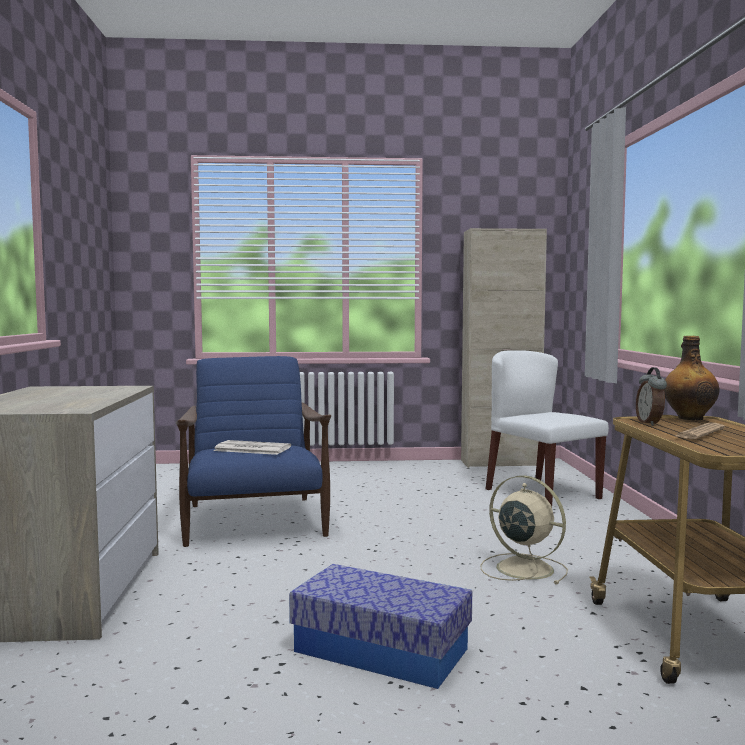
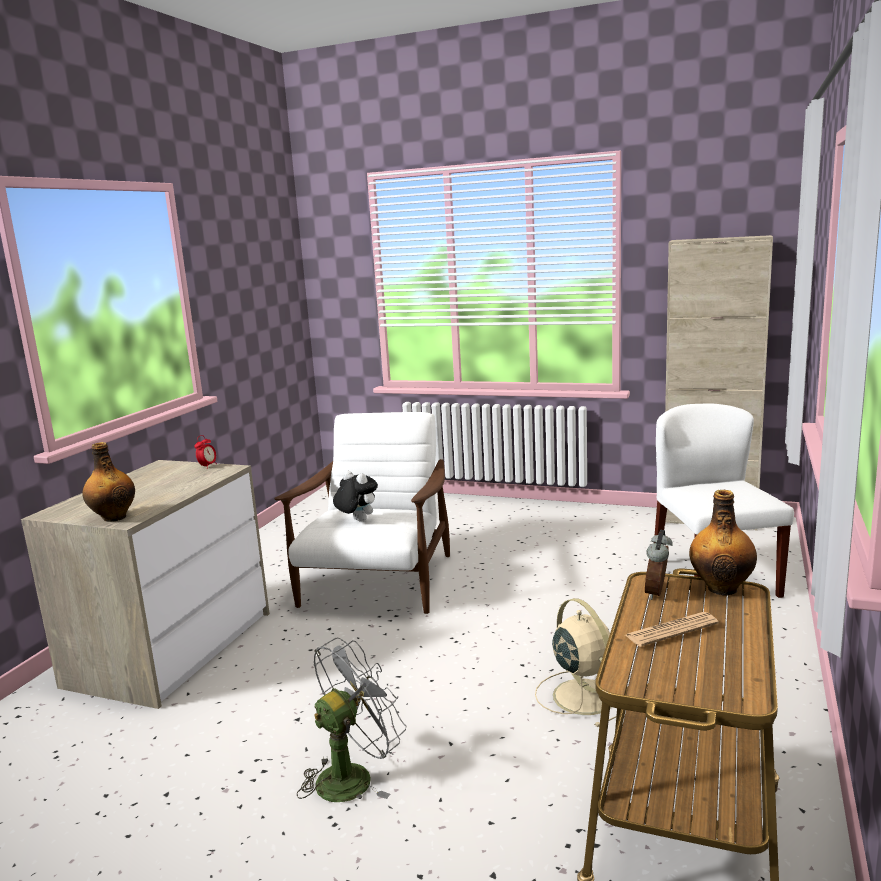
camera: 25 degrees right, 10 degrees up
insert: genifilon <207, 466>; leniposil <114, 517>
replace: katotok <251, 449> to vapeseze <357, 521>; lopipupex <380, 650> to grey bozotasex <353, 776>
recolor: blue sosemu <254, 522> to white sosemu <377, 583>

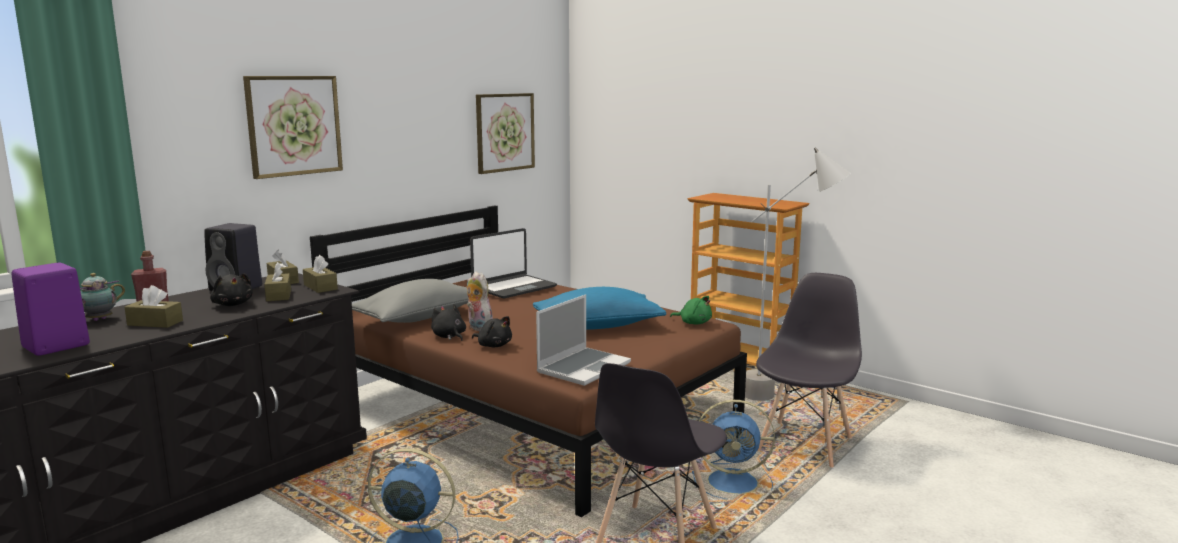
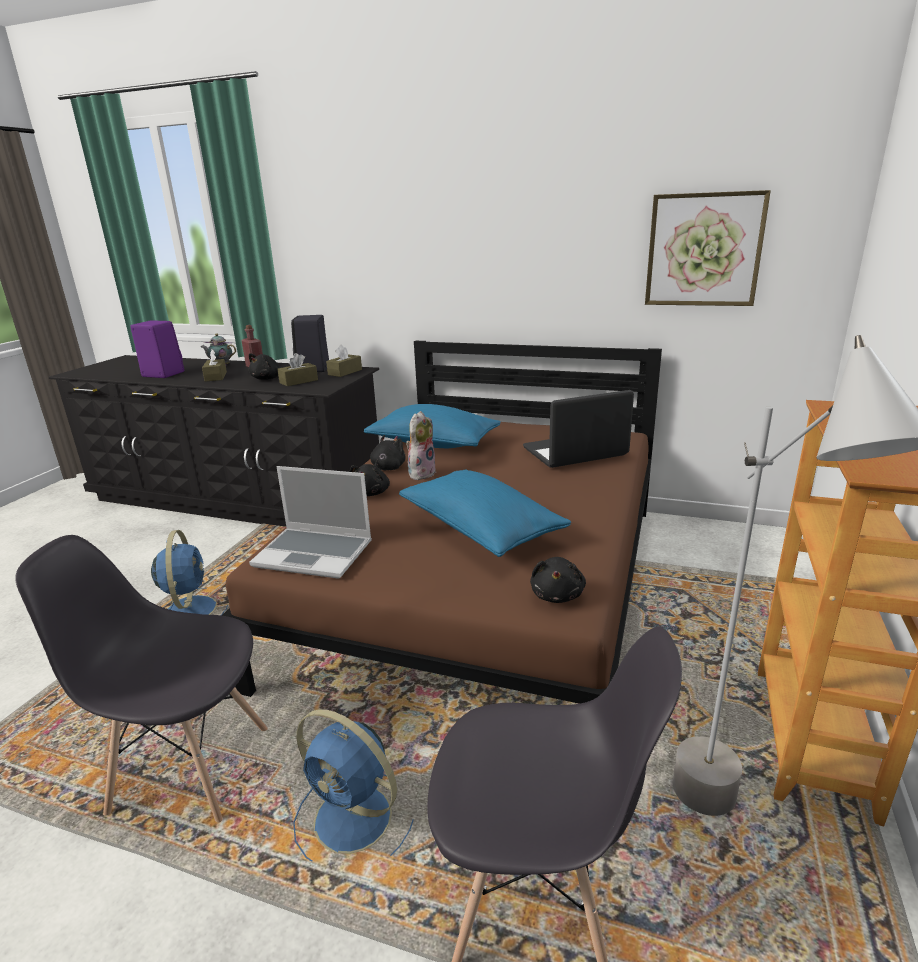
camera: 70 degrees right, 10 degrees up
delete: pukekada <294, 125>; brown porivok <320, 287>
recolor: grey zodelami <418, 318> to blue zodelami <433, 444>; green vapeseze <693, 323> to black vapeseze <557, 595>
rotate: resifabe <513, 288> = <575, 452> 135 degrees clockwise; blue bozotasex <735, 482> = <356, 820> 45 degrees counterclockwise

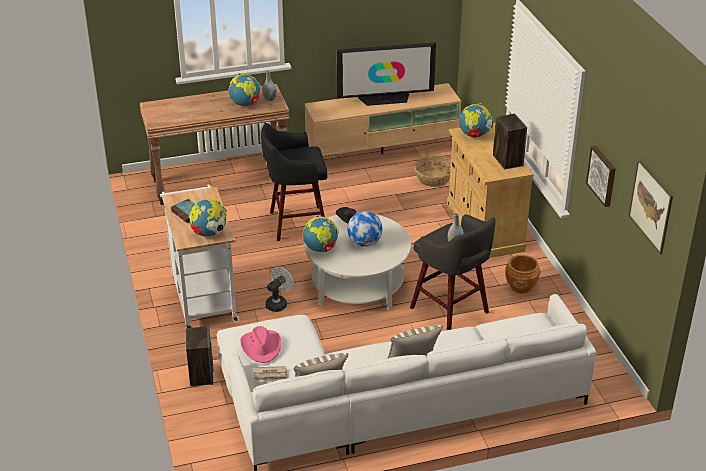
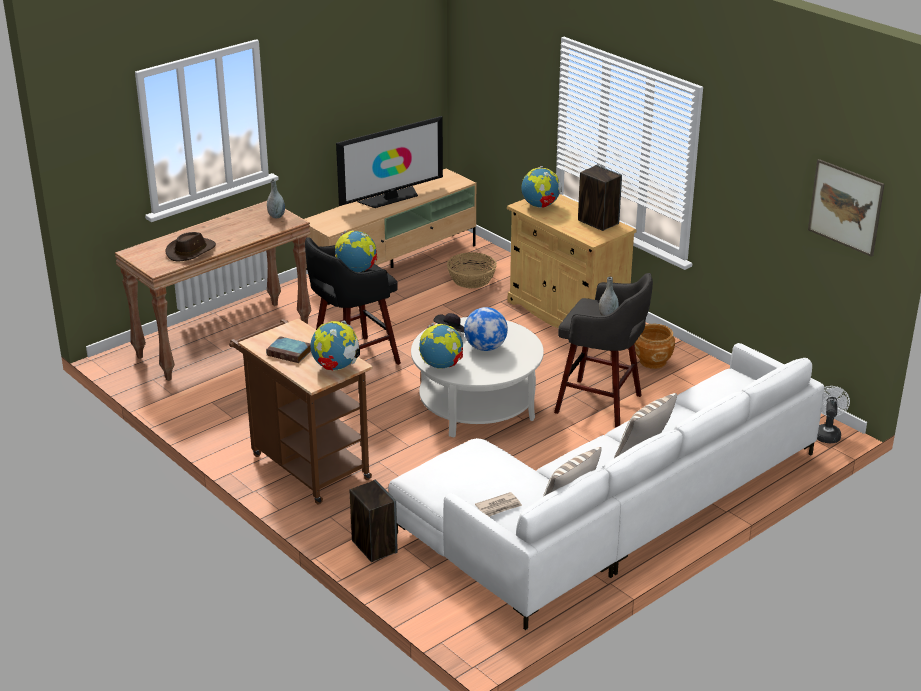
camera: 25 degrees left, 5 degrees down
delete: pukekada <602, 175>; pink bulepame <261, 347>
insert: brown bulepame <191, 251>
move: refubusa <245, 104> to <357, 270>; white bozotasex <278, 303> to <827, 433>
recolor: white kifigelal <203, 296> to brown kifigelal <305, 464>

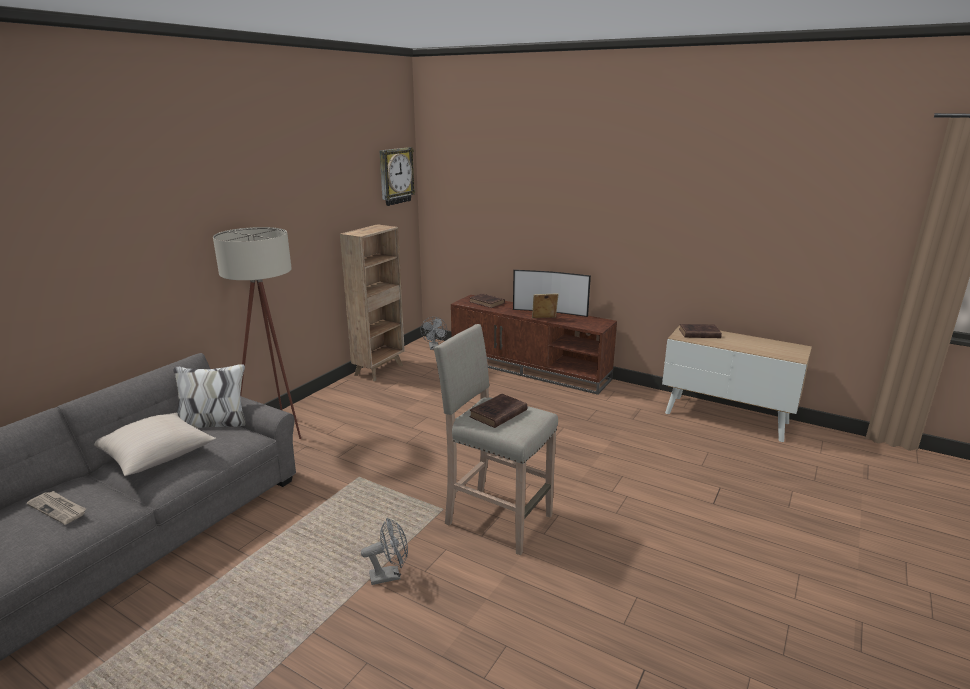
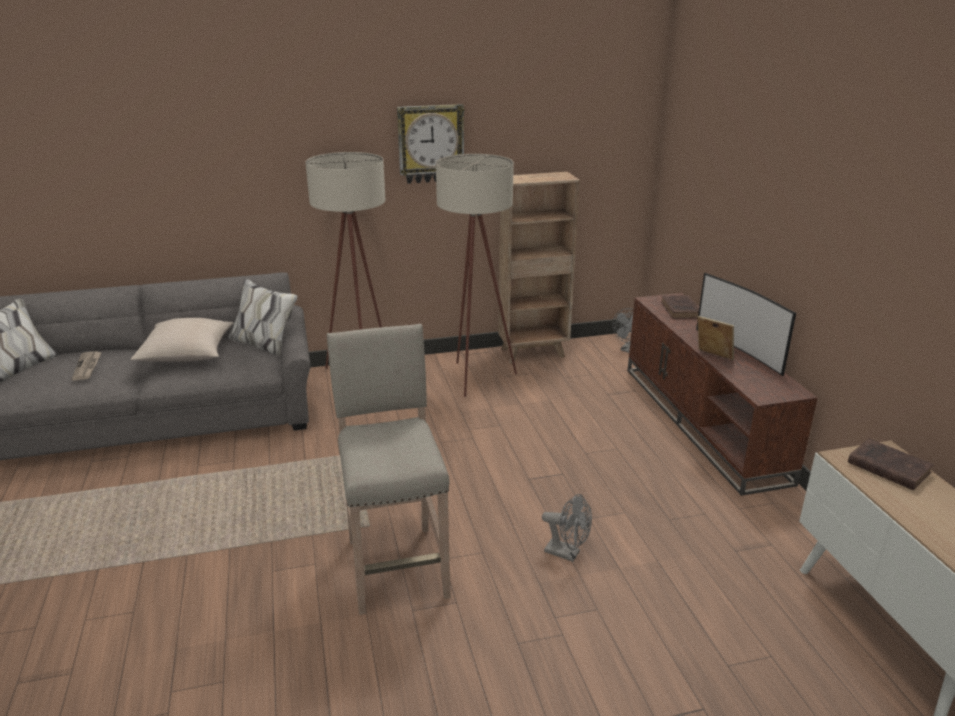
camera: 45 degrees right, 5 degrees up
delete: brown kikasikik <497, 414>
insert: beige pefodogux <475, 381>
move: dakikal <395, 176> to <430, 143>; grey bozotasex <390, 575> to <567, 553>

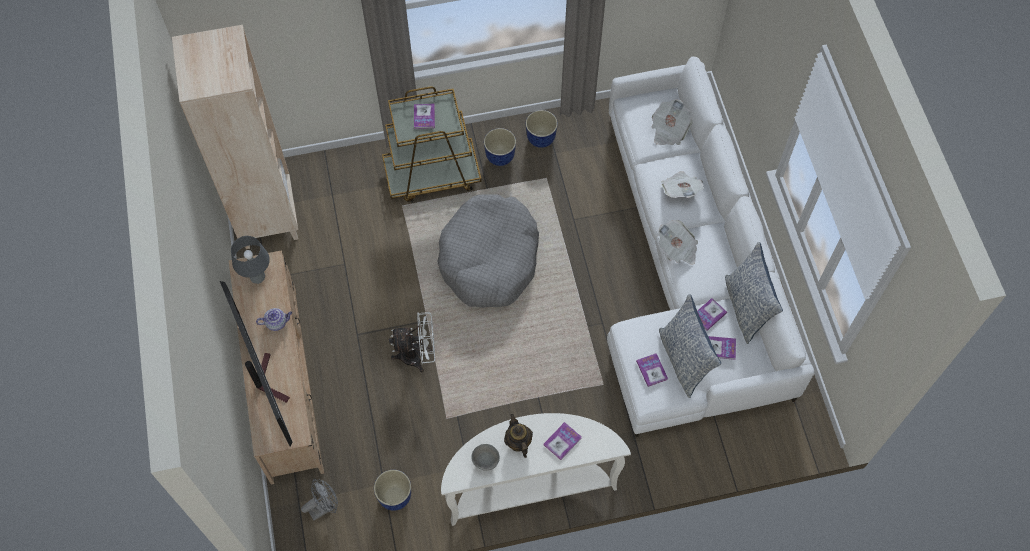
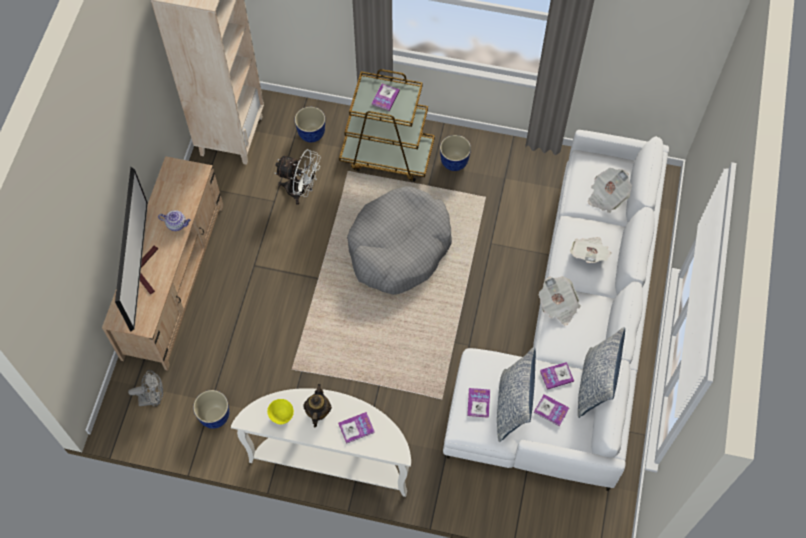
camera: 25 degrees right, 0 degrees up
delete: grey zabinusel <257, 278>
move: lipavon <541, 138> to <312, 134>; white bozotasex <418, 356> to <300, 191>
recolor: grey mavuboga <486, 461> to yellow mavuboga <282, 416>

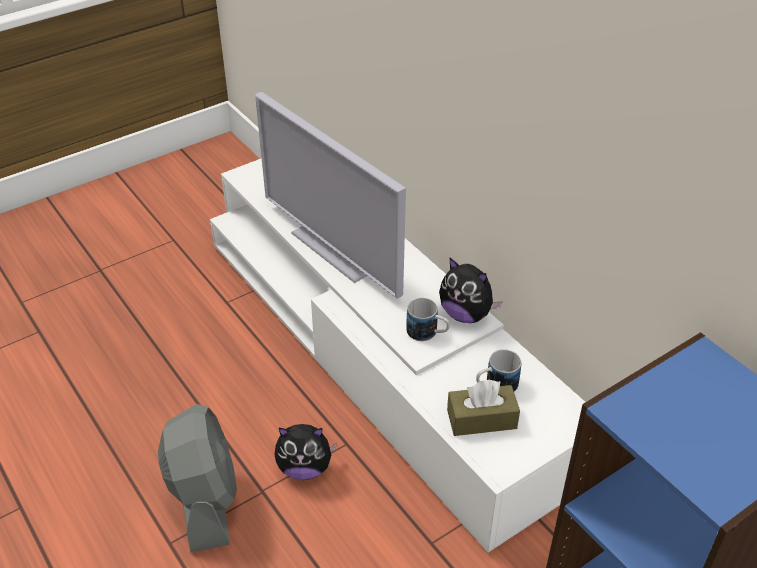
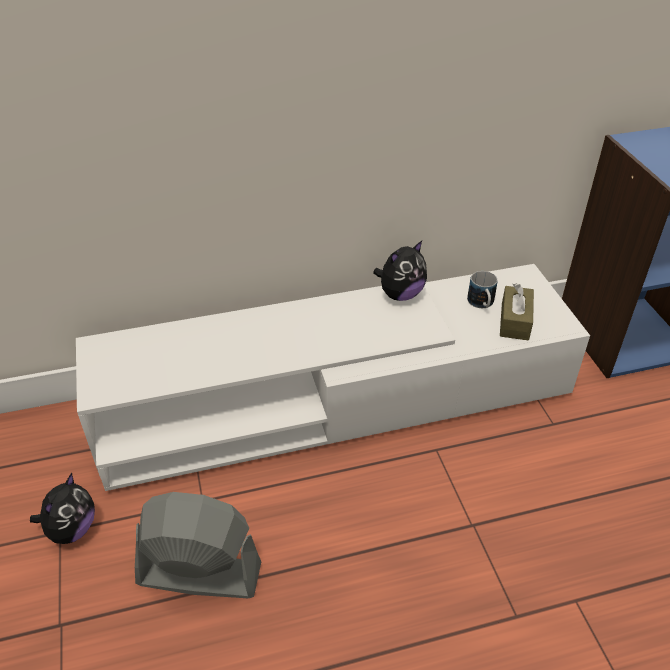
camera: 70 degrees left, 0 degrees up
delete: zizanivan <336, 249>; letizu <428, 333>
move: grey bozotasex <205, 500> to <199, 573>; vapeseze <304, 468> to <71, 529>

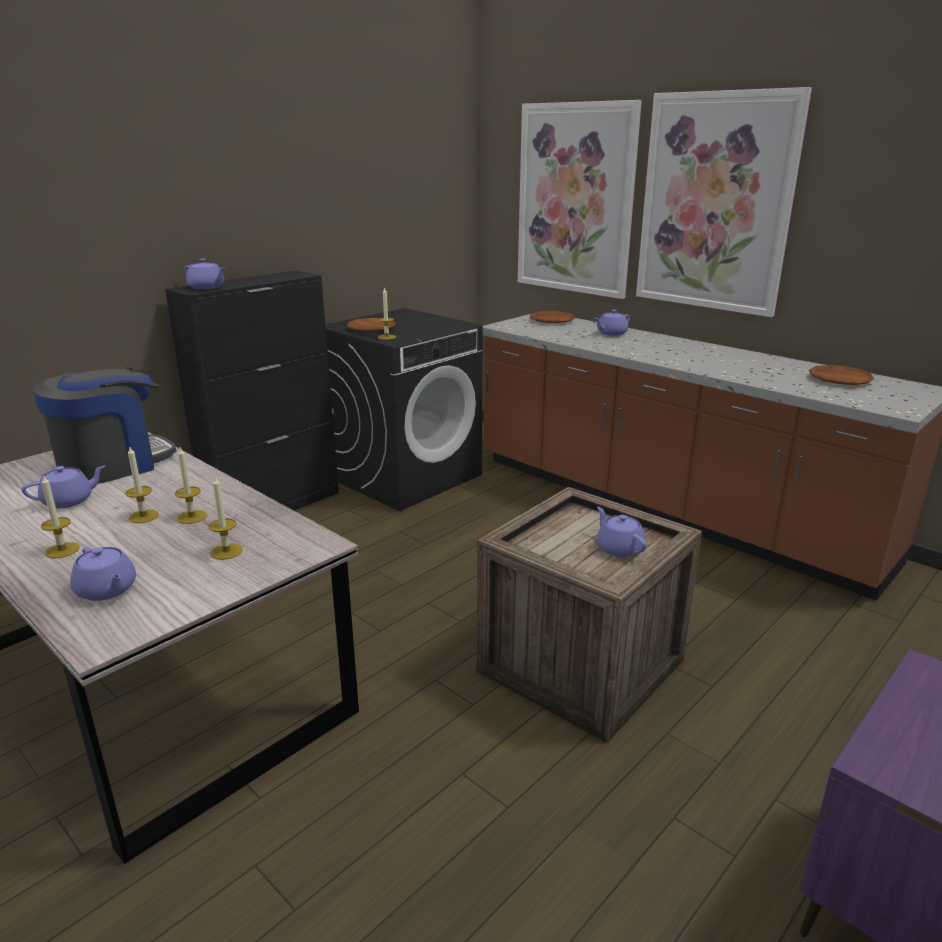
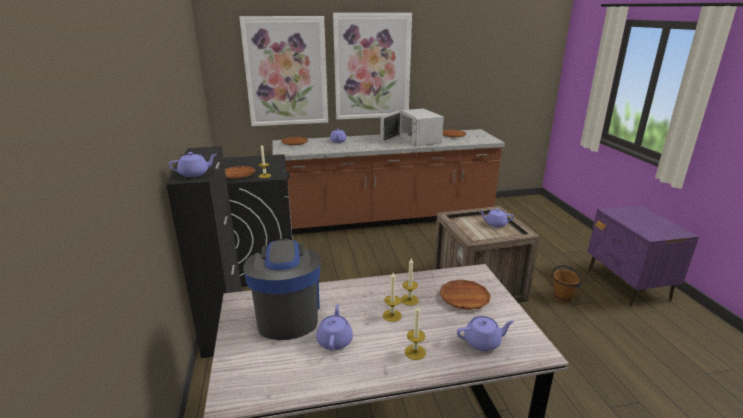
camera: 55 degrees left, 0 degrees up
insert: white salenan <416, 139>; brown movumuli <562, 297>
replace: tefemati <226, 551> to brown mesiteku <464, 298>

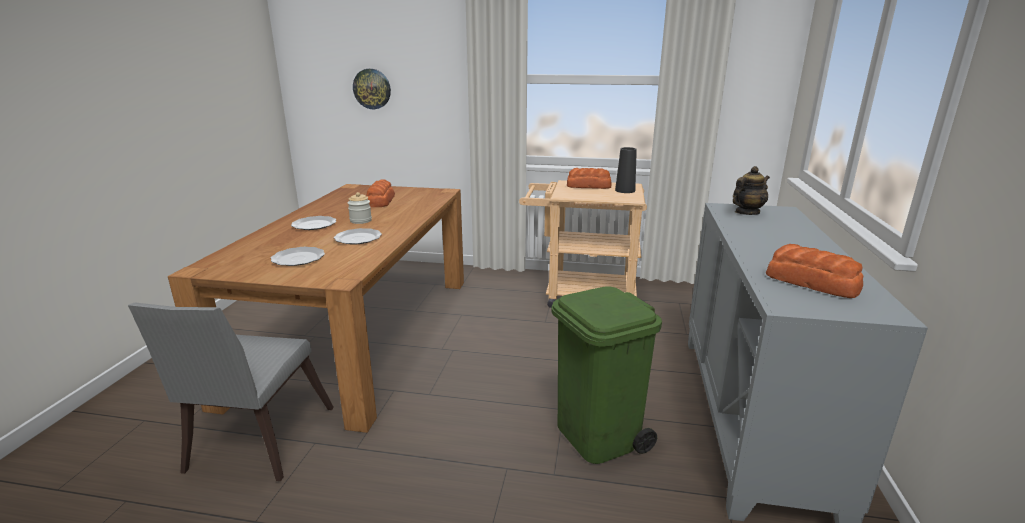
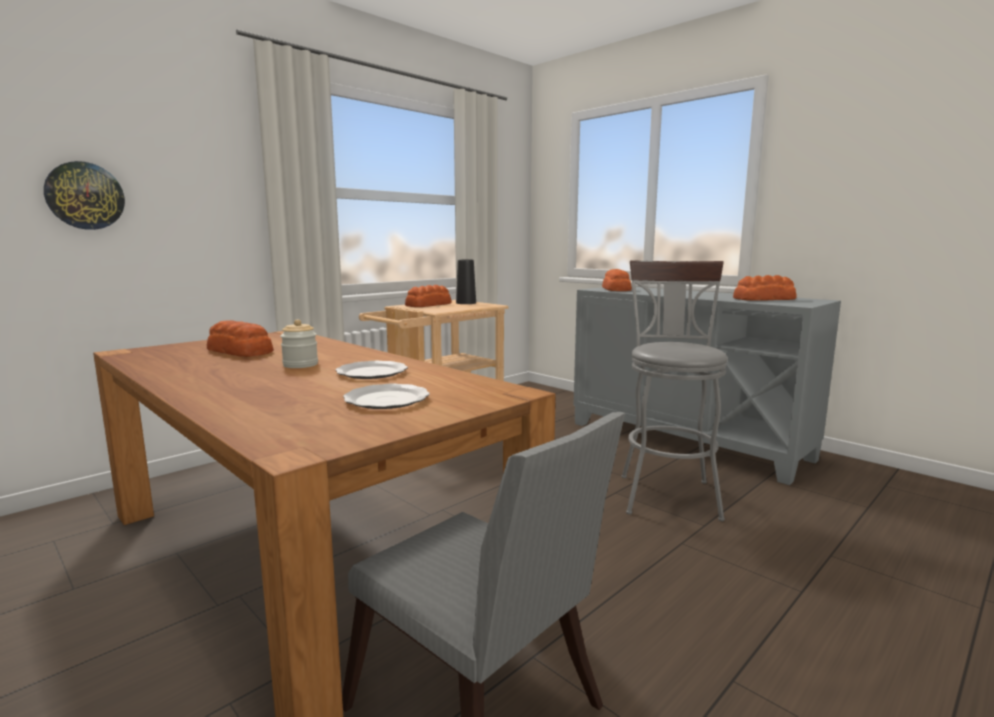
camera: 55 degrees left, 10 degrees down
delete: mesiteku <315, 225>
replace: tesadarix <746, 212> to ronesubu <616, 289>; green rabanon <598, 436> to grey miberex <667, 492>

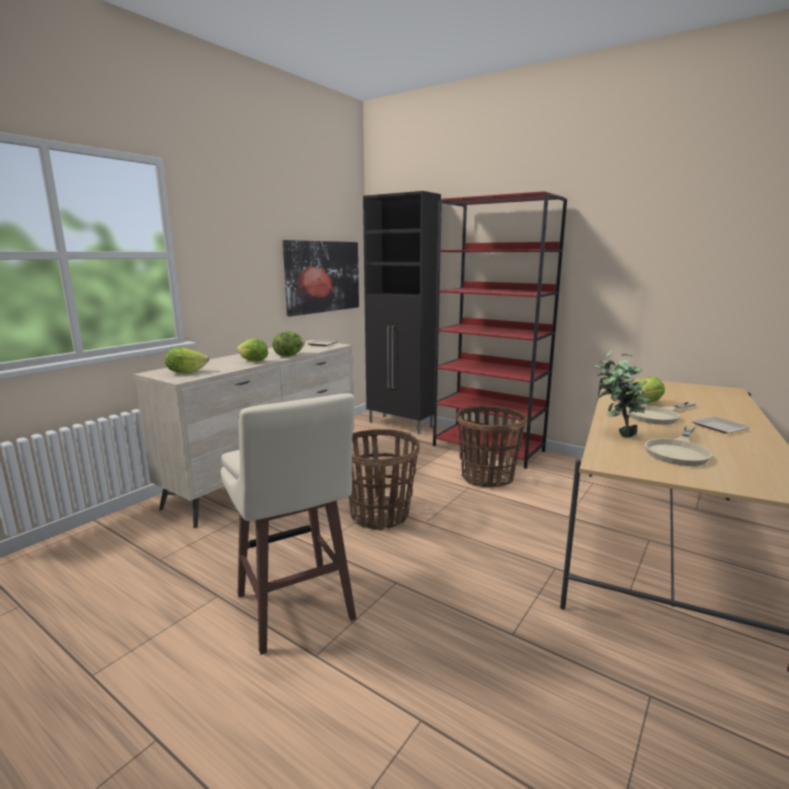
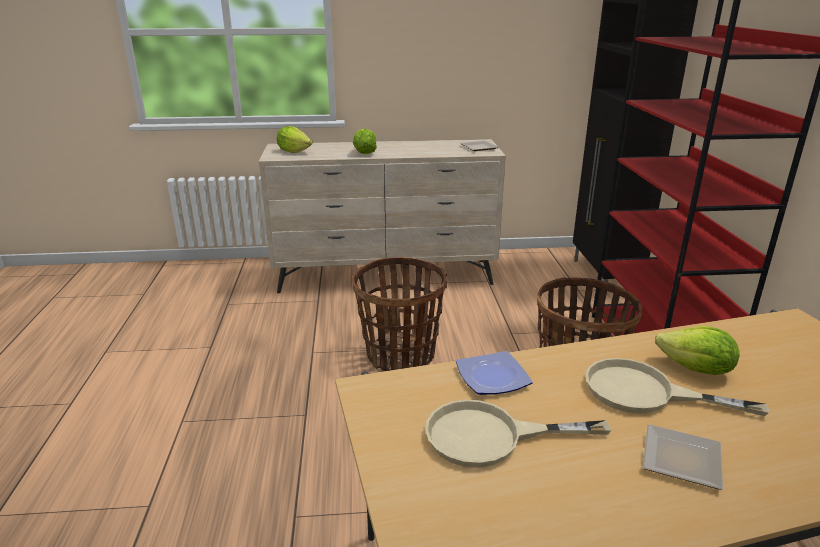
camera: 50 degrees right, 10 degrees up
delete: pukekada <322, 276>; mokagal <289, 355>; beige miberex <295, 609>
replace: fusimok <615, 434> to mesiteku <493, 376>

